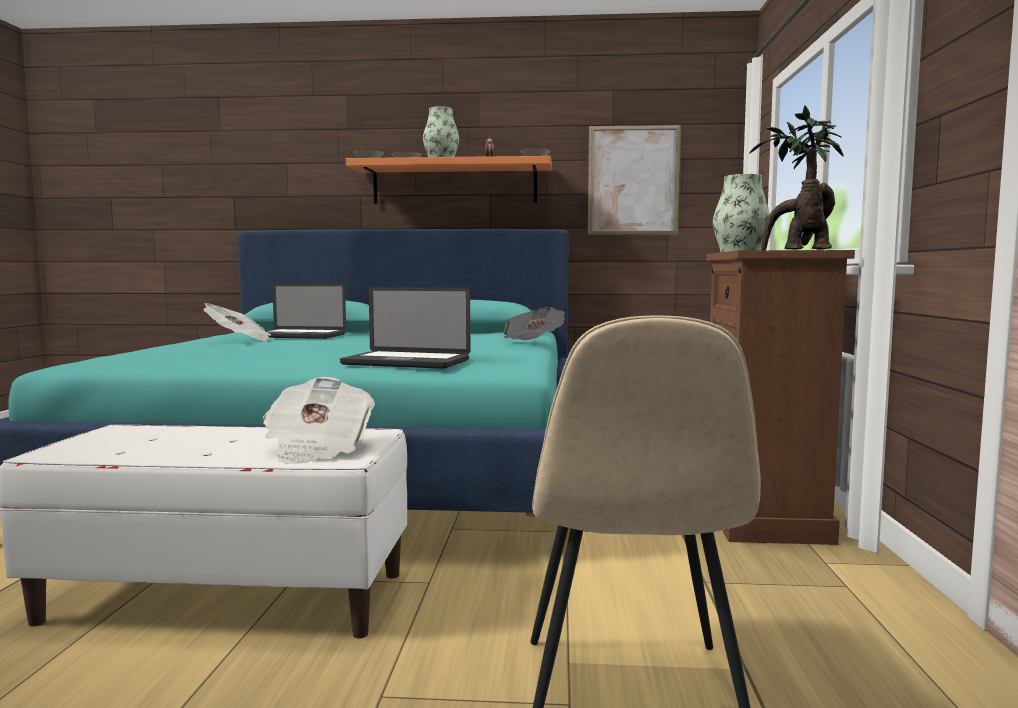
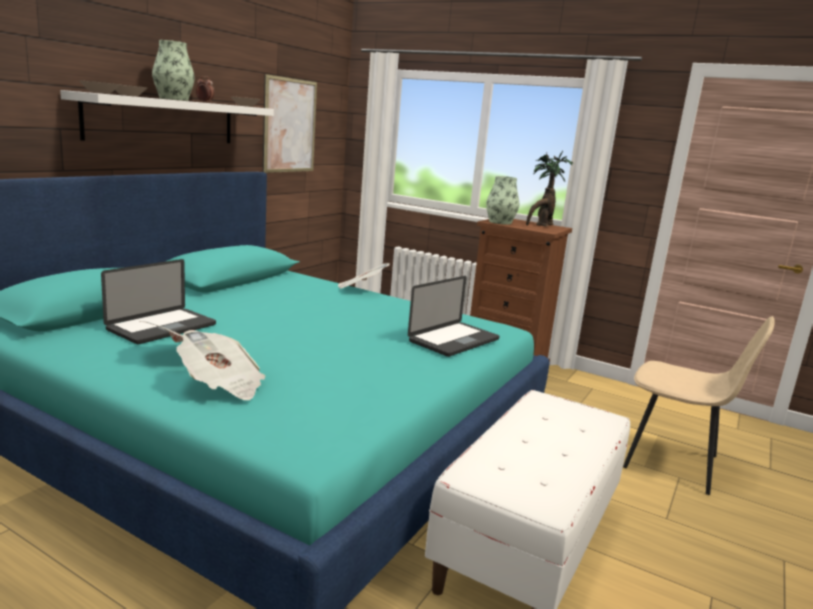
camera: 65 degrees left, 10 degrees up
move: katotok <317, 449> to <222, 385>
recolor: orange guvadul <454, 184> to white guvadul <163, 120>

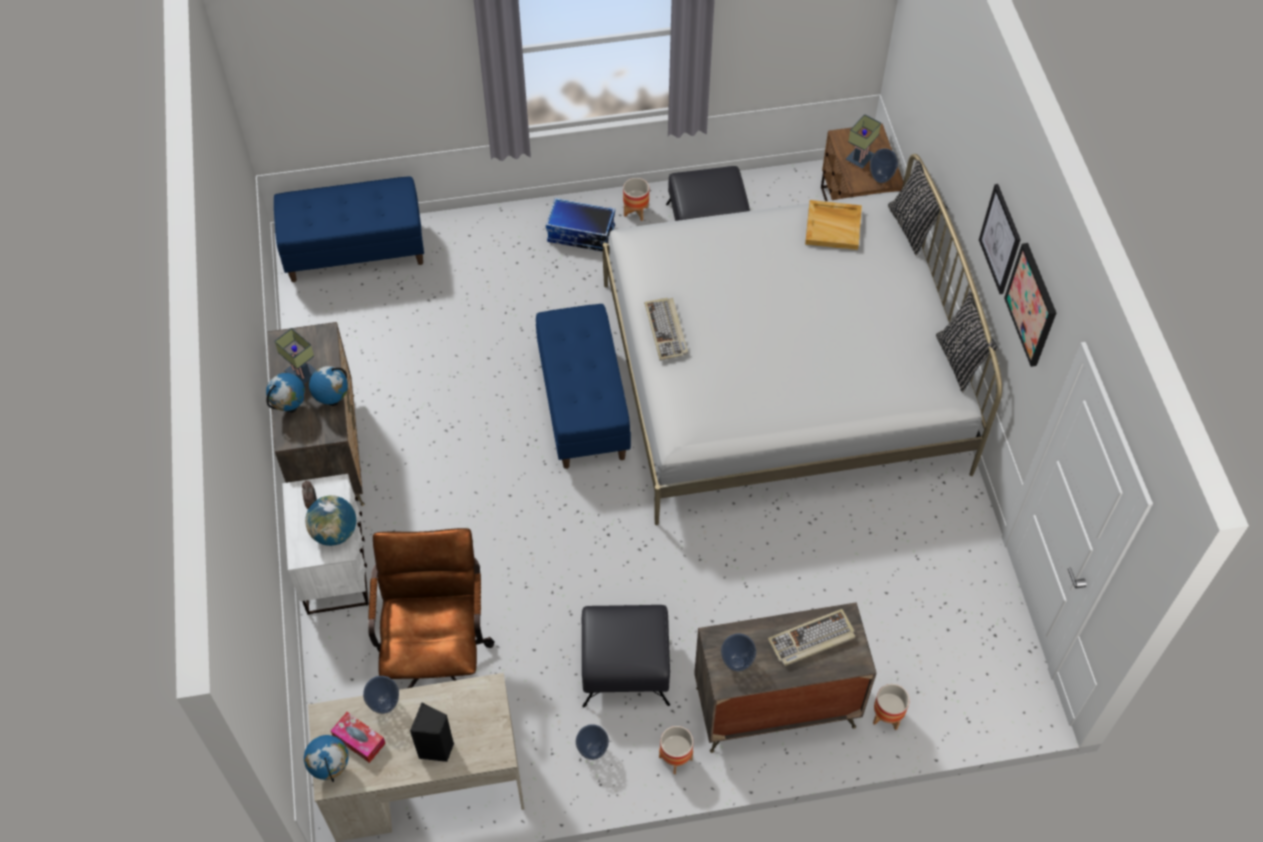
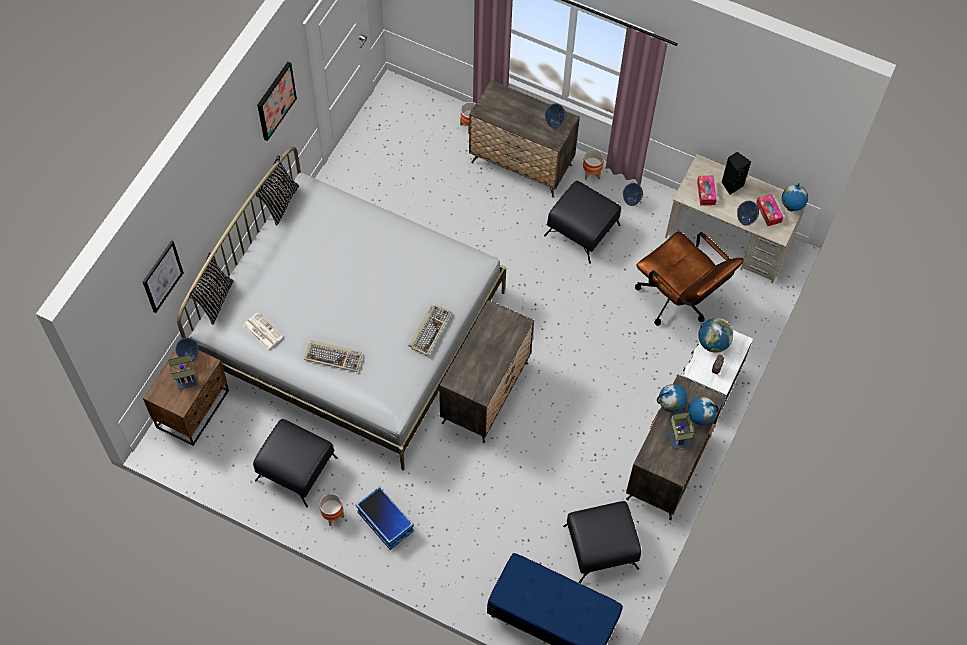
camera: 145 degrees left, 5 degrees up
insert: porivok <706, 193>; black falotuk <600, 547>
move: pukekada <1000, 239> to <162, 276>; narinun <811, 640> to <334, 356>
replace: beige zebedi <833, 226> to katotok <262, 331>; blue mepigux <584, 406> to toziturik <486, 392>
rotate: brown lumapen <437, 653> = <679, 301> 75 degrees counterclockwise

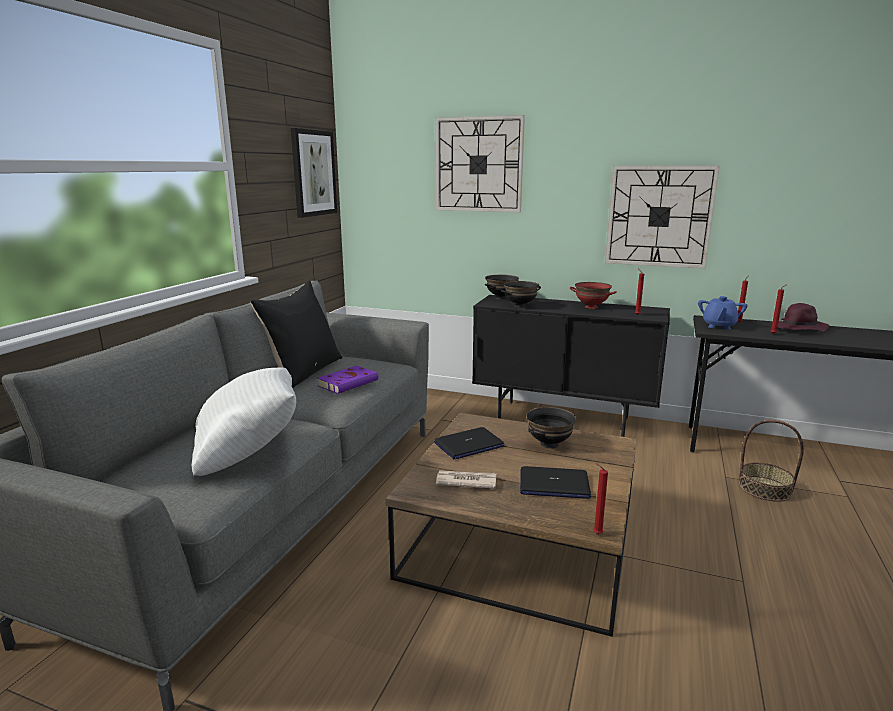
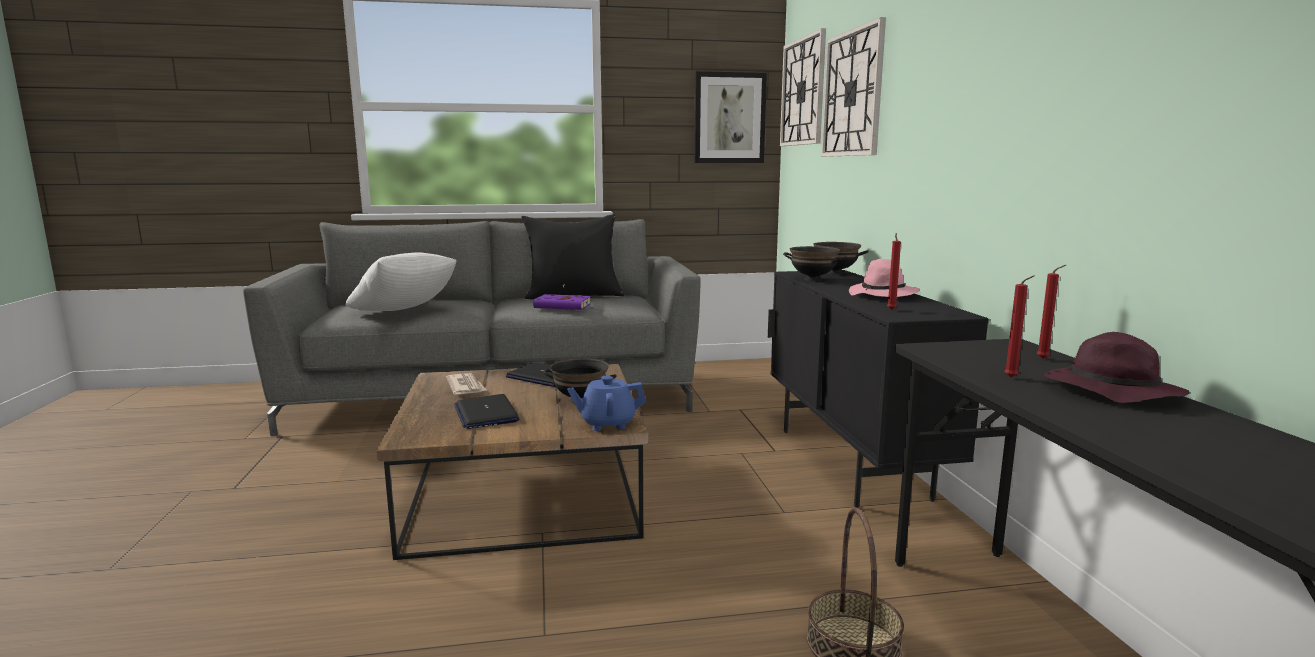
camera: 60 degrees right, 5 degrees down
delete: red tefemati <596, 534>
move: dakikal <659, 216> to <803, 92>; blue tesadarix <718, 326> to <607, 424>
replace: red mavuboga <591, 307> to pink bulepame <883, 295>

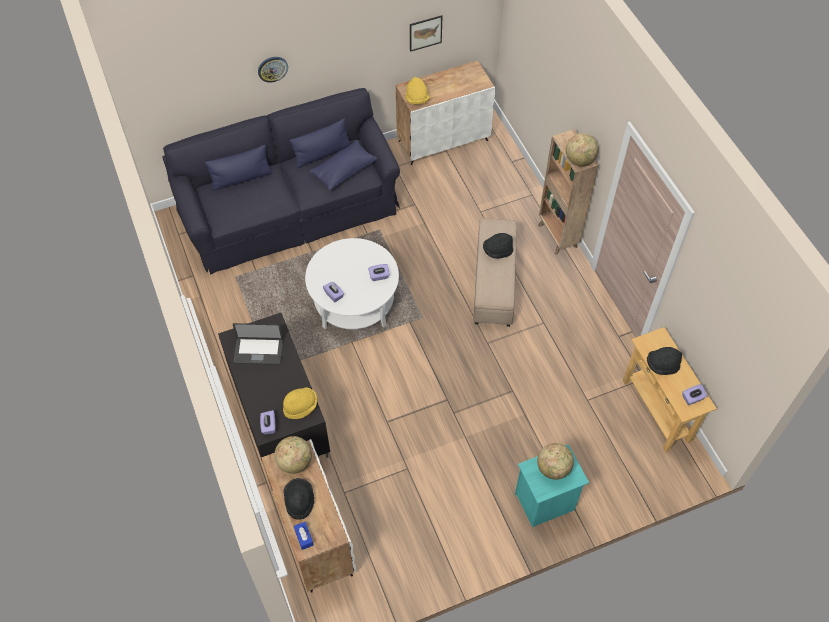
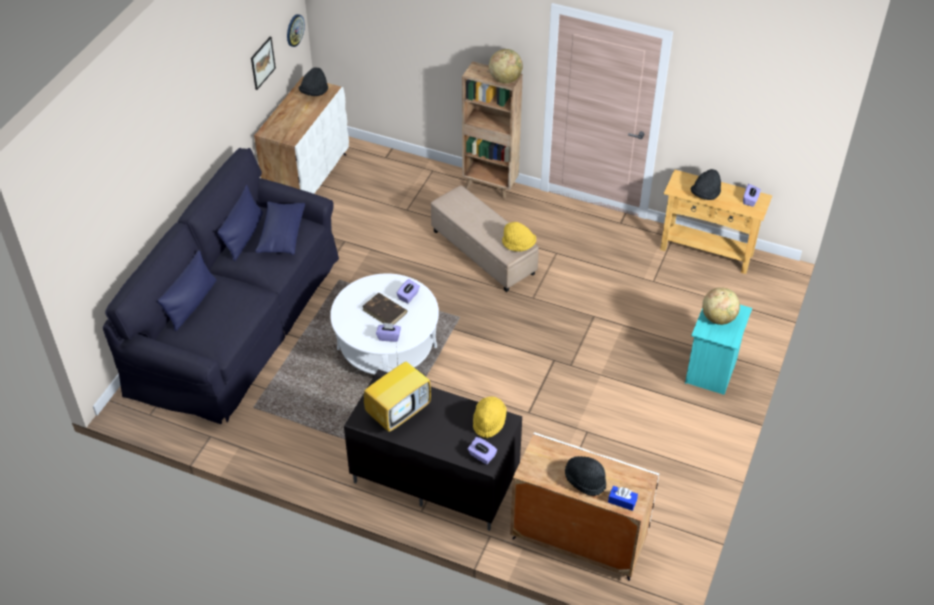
camera: 45 degrees left, 10 degrees down
delete: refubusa <295, 462>
insert: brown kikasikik <385, 311>
move: dakikal <272, 68> to <294, 30>; yellow bulepame <417, 99> to <518, 245>; black bulepame <497, 251> to <314, 92>
replace: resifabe <258, 351> to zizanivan <399, 411>

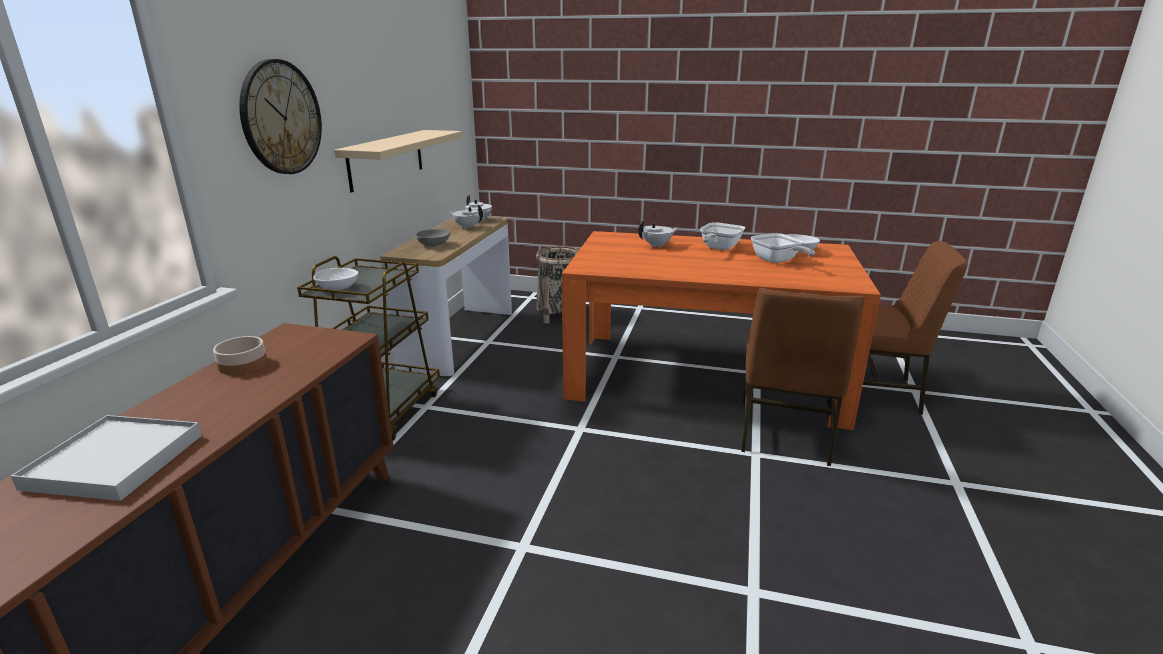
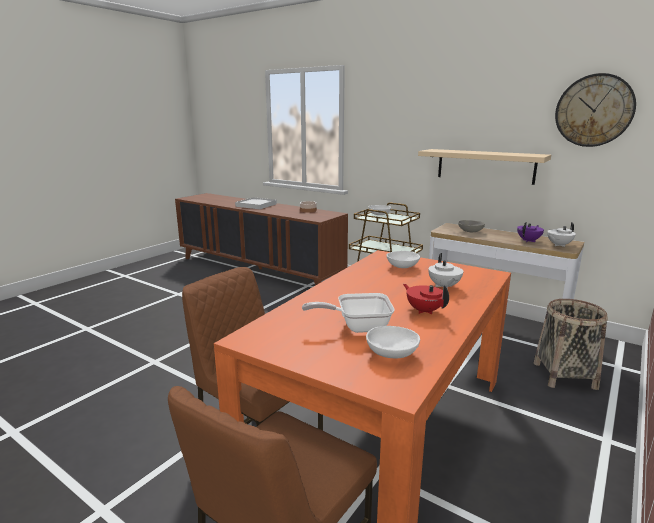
camera: 110 degrees right, 5 degrees down
insert: white mavuboga <402, 267>
move: dakikal <281, 118> to <594, 110>
replace: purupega <718, 248> to red tesadarix <424, 310>
recolor: white tesadarix <467, 227> to purple tesadarix <529, 241>

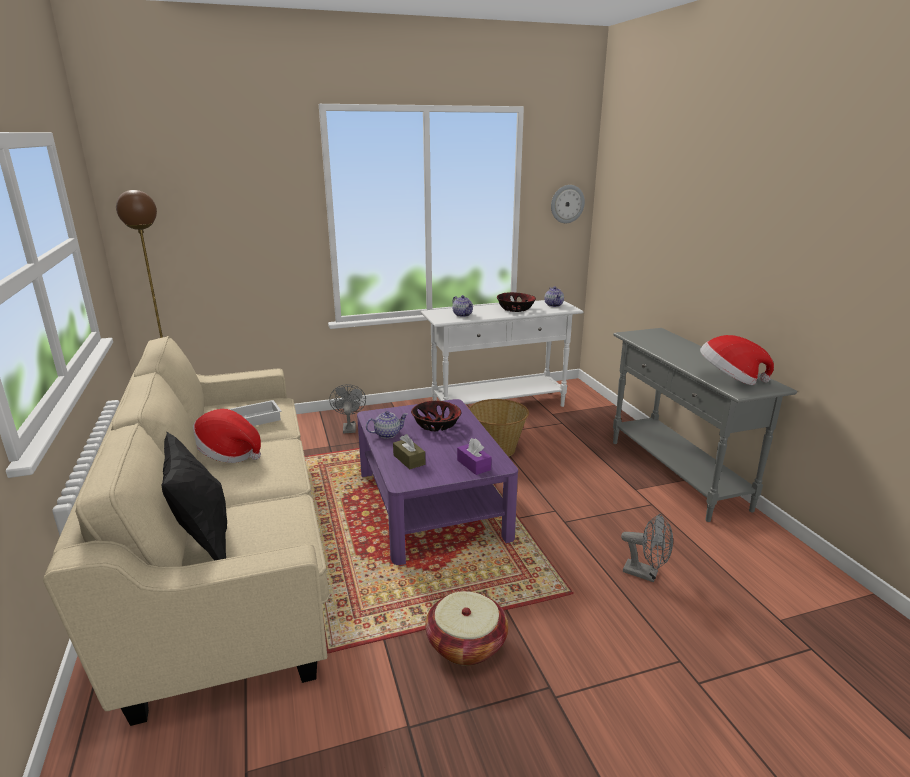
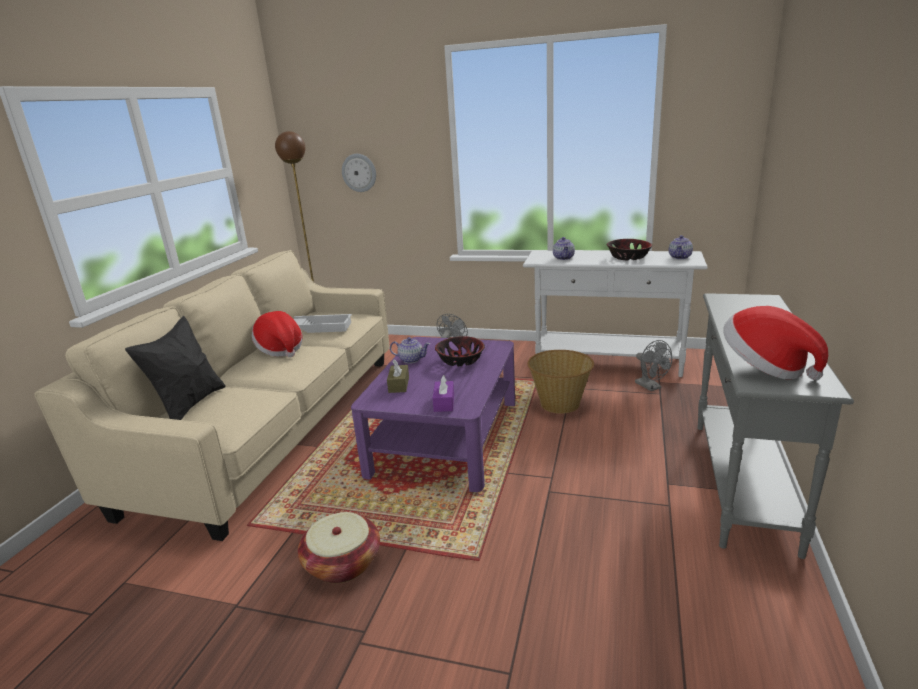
camera: 35 degrees right, 0 degrees up
move: dakikal <567, 204> to <359, 172>; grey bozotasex <646, 574> to <651, 387>

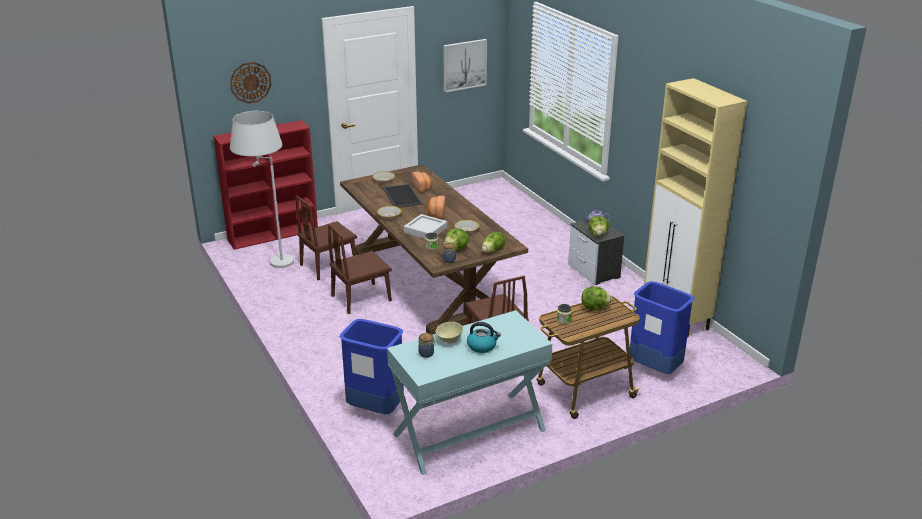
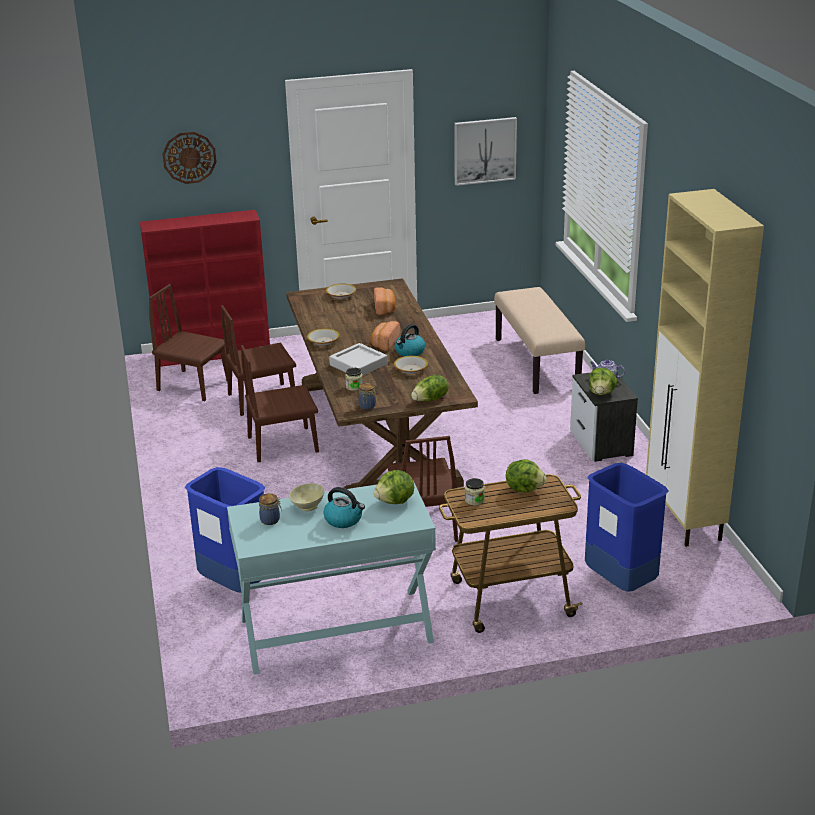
camera: 15 degrees right, 0 degrees up
delete: zebedi <403, 196>
insert: beige mepigux <537, 363>; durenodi <409, 352>
move: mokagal <456, 249> to <395, 502>
replace: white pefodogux <269, 261> to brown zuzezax <194, 385>

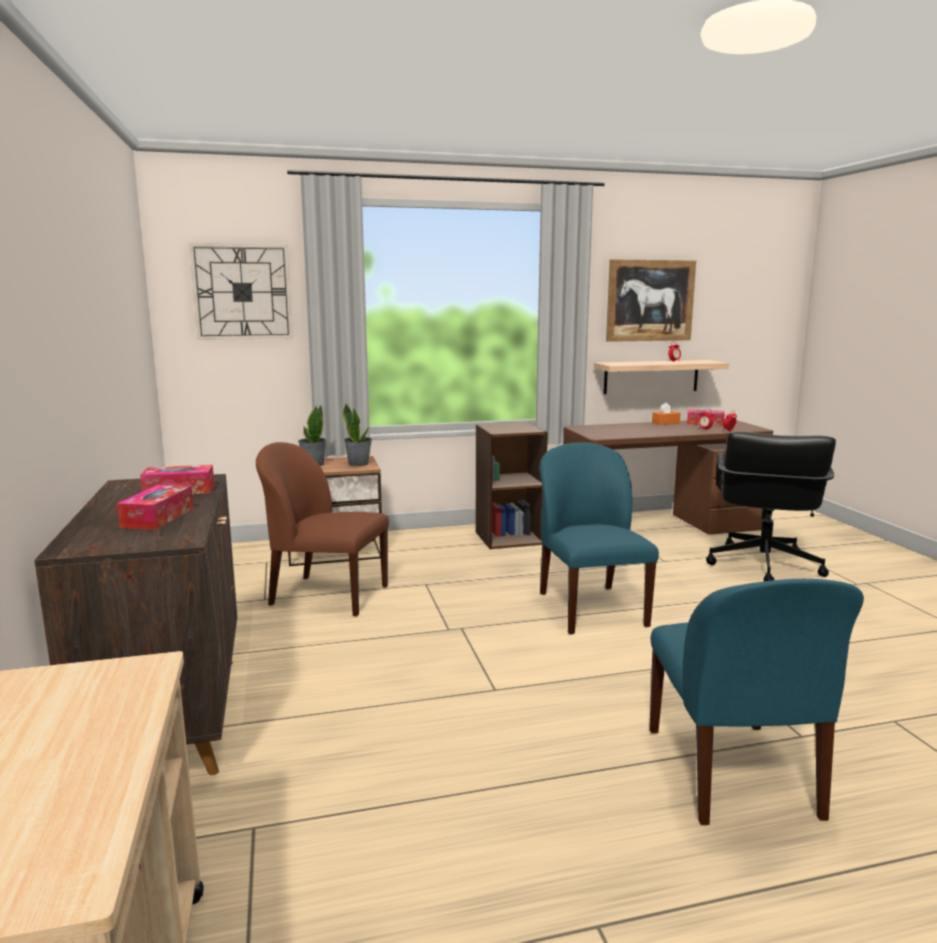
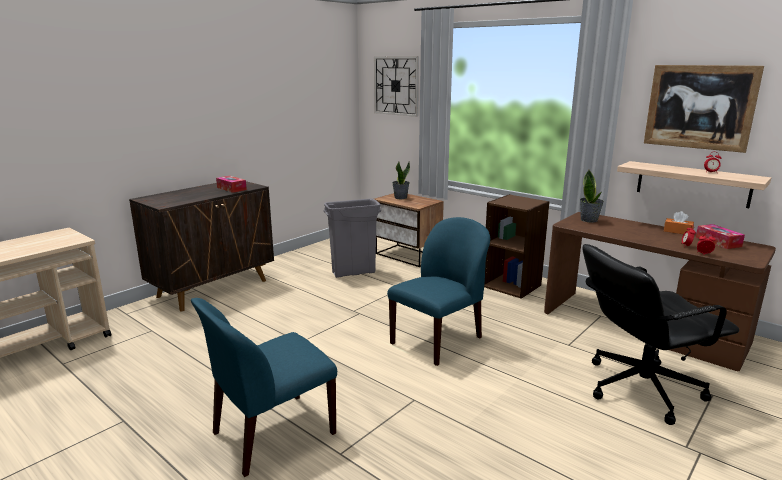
camera: 55 degrees right, 5 degrees up
delete: porivok <158, 517>
move: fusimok <358, 464> to <589, 220>
replace: brown zuzezax <327, 595> to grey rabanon <354, 272>

